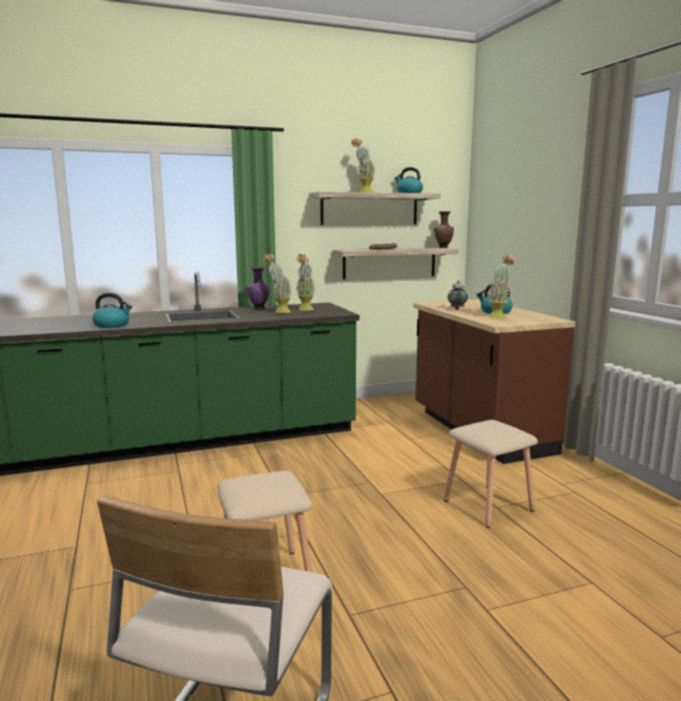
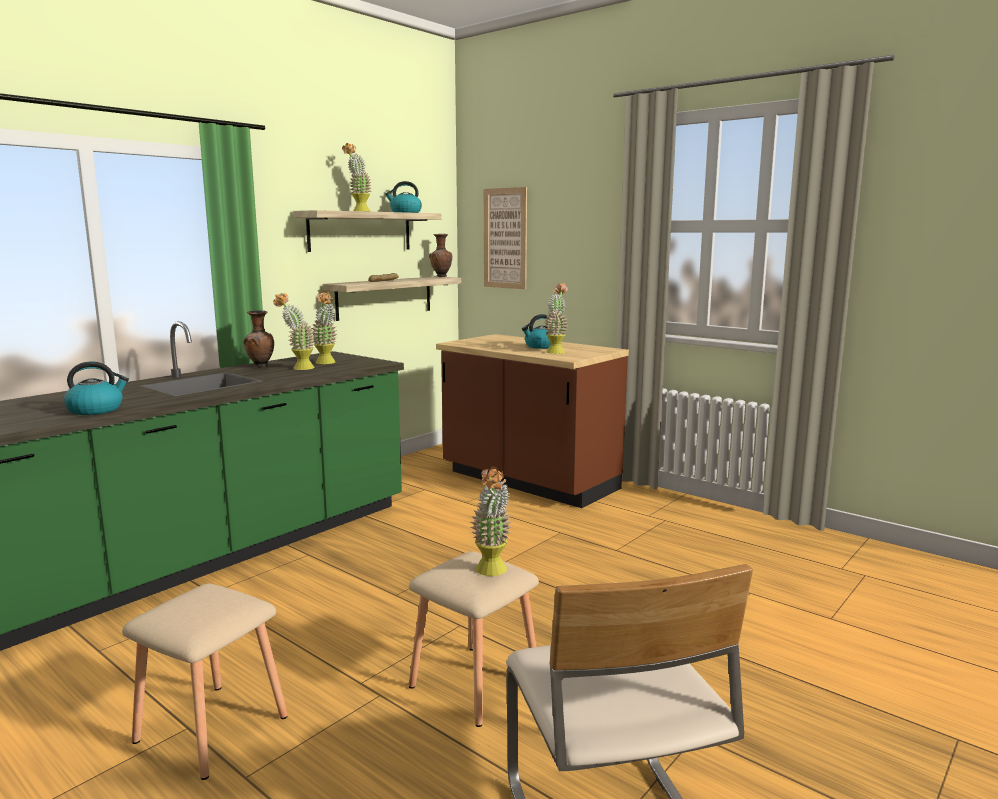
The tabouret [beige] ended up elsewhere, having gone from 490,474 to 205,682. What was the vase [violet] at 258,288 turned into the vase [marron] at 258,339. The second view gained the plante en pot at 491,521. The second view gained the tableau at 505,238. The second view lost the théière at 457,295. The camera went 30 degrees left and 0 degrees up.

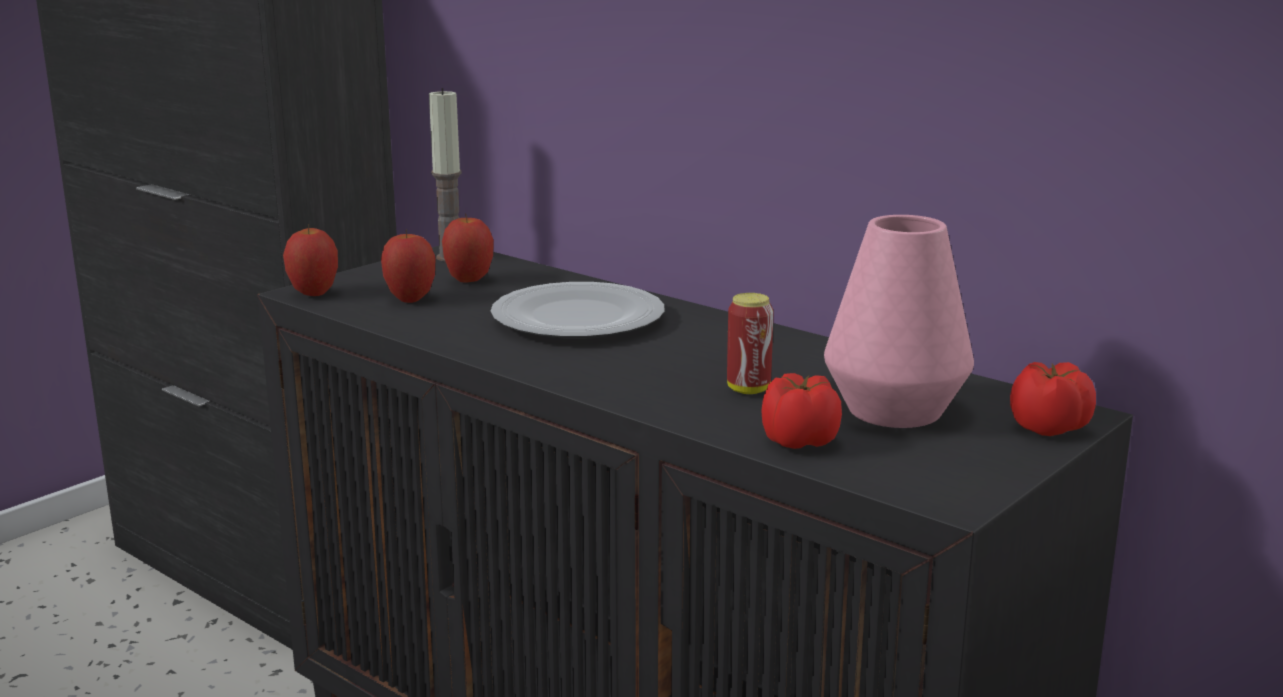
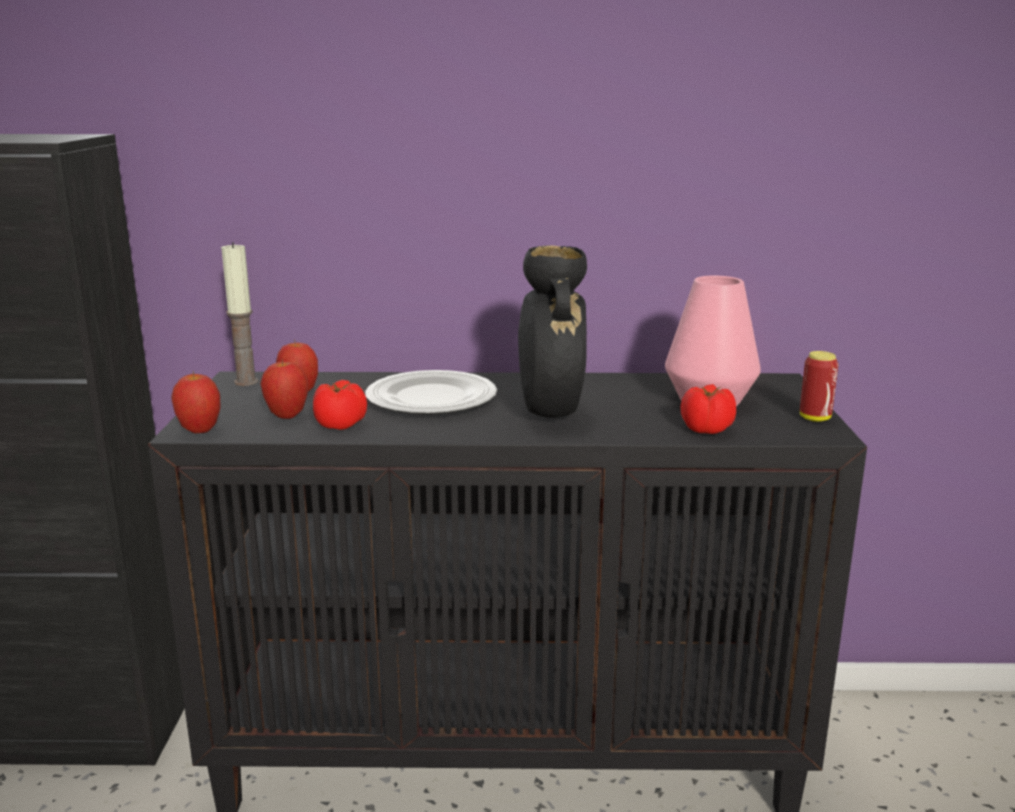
The tomate ended up elsewhere, having gone from 1053,399 to 340,405. The second view gained the vase [noir] at 552,331. The boîte métallique ended up elsewhere, having gone from 750,343 to 819,386. The camera went 40 degrees left and 0 degrees up.

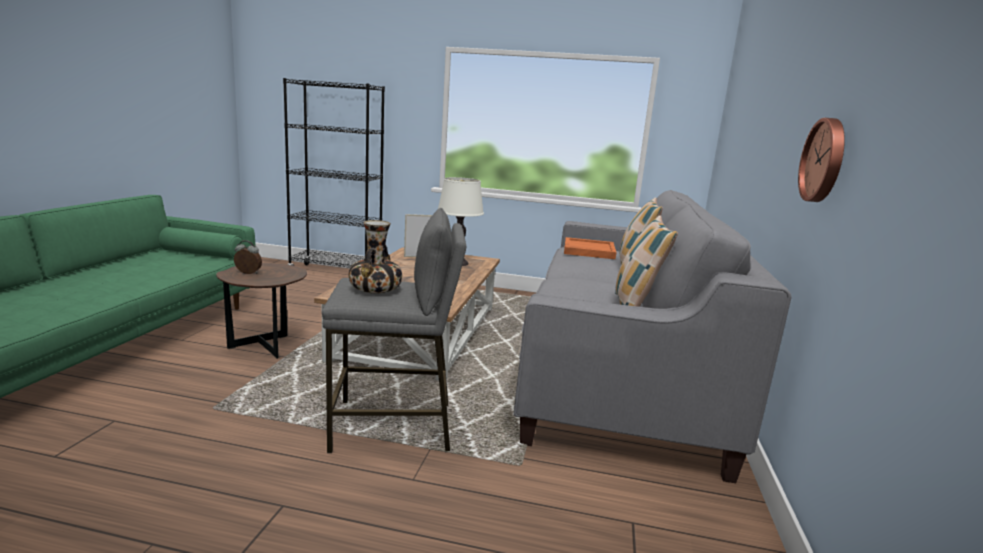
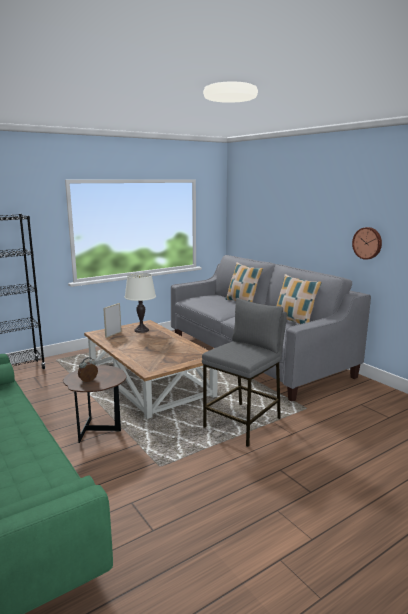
The second view lost the vase at 375,257. The second view lost the plateau [orange] at 590,248. The camera went 45 degrees left and 0 degrees up.

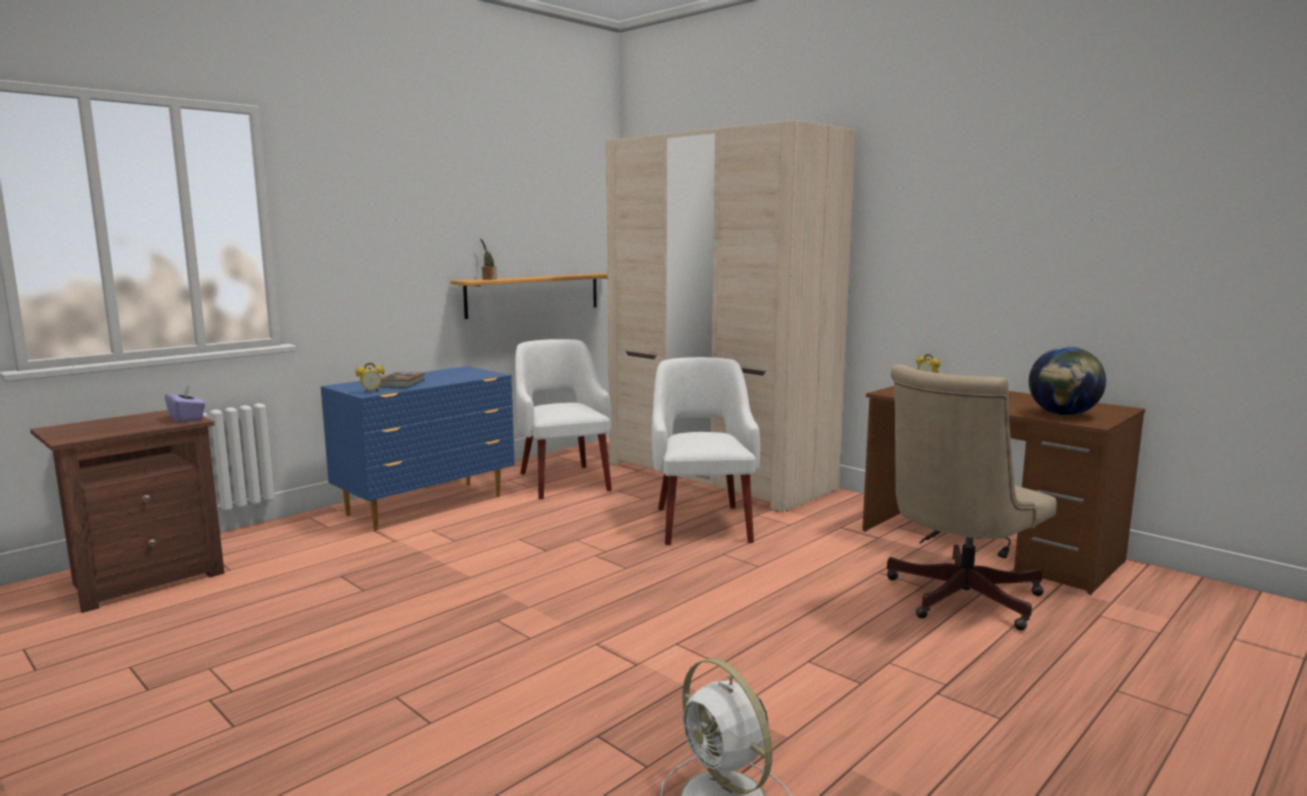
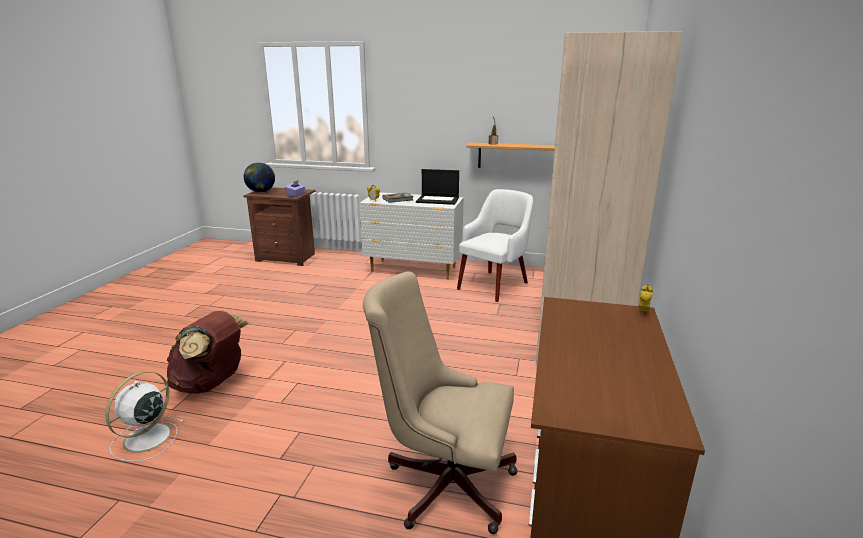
The second view gained the sac à dos [marron] at 208,352. The globe ended up elsewhere, having gone from 1067,381 to 259,177. What was the commode [bleu] at 418,448 turned into the commode [blanc] at 412,235. The second view gained the ordinateur portable at 437,187. The second view lost the fauteuil [blanc] at 705,451. The camera went 60 degrees right and 10 degrees up.

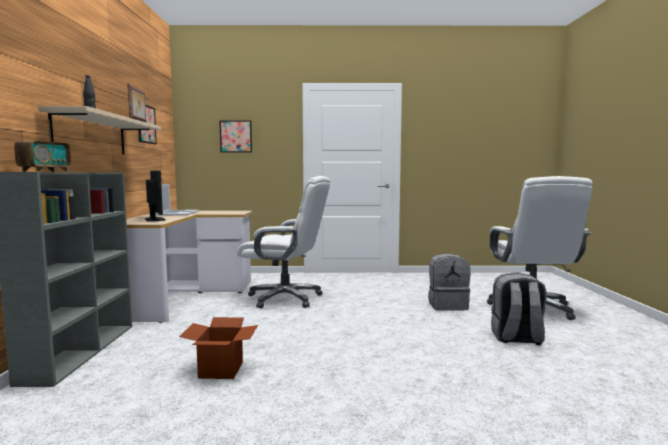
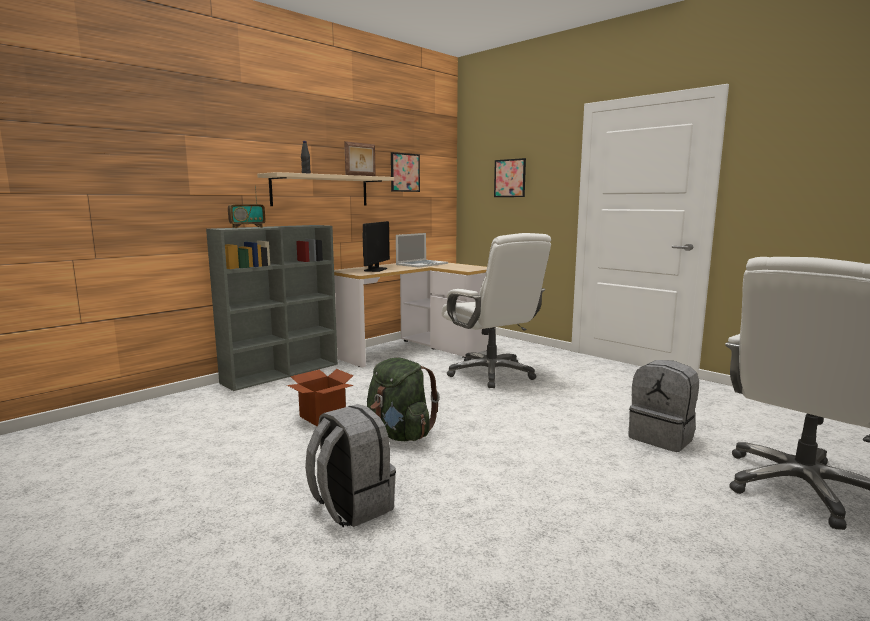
The sac à dos [gris] ended up elsewhere, having gone from 519,308 to 350,465. The second view gained the sac à dos [vert] at 403,399. The camera went 45 degrees right and 5 degrees up.

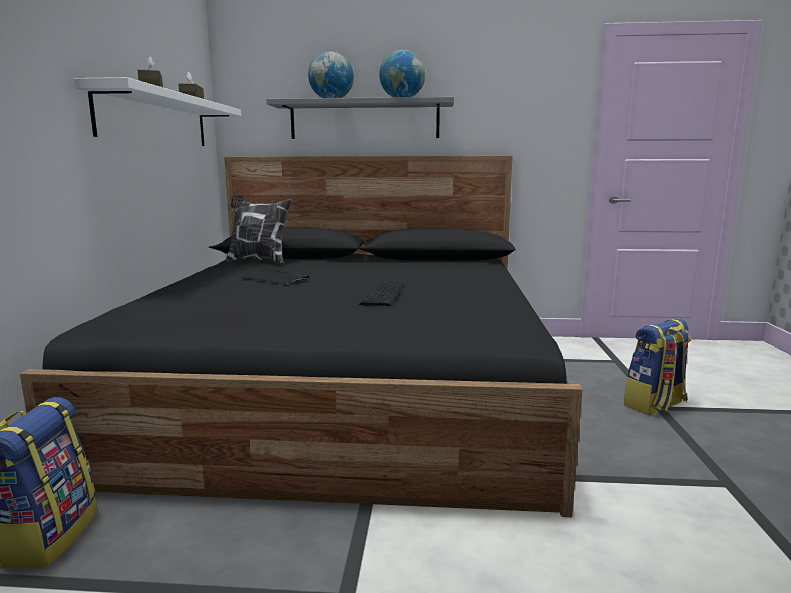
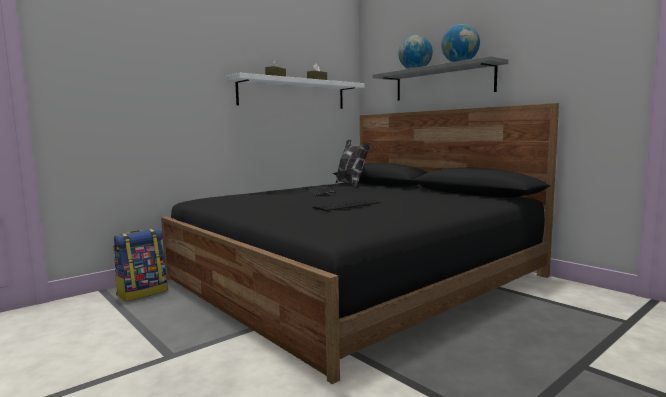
The second view lost the sac à dos at 657,367. The camera went 45 degrees right and 5 degrees down.

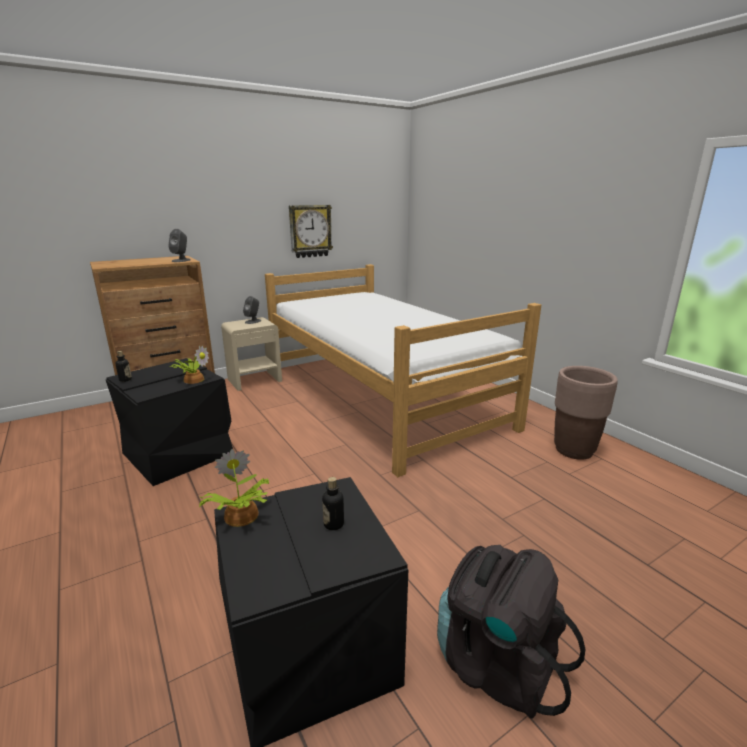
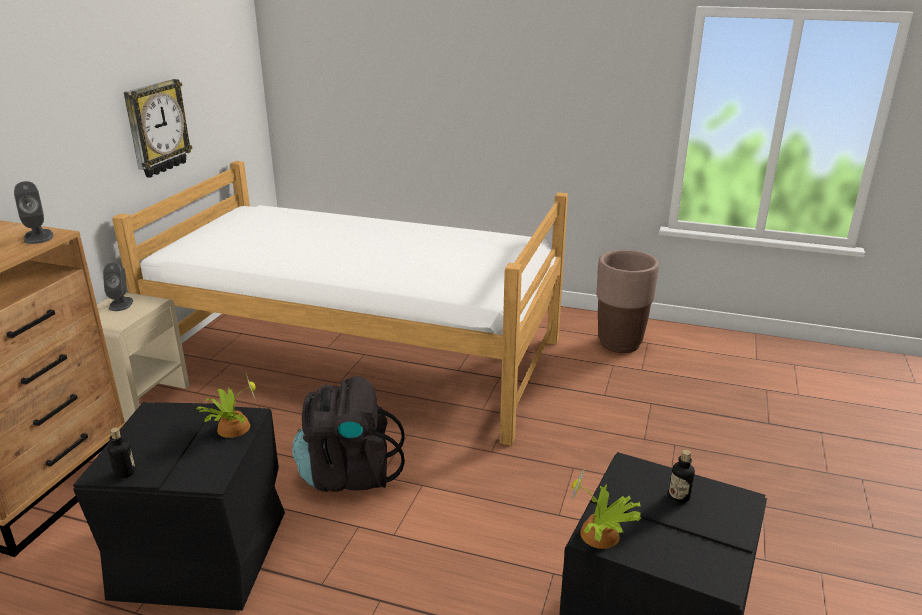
The sac à dos [noir] ended up elsewhere, having gone from 511,632 to 348,434. The camera went 40 degrees left and 5 degrees up.

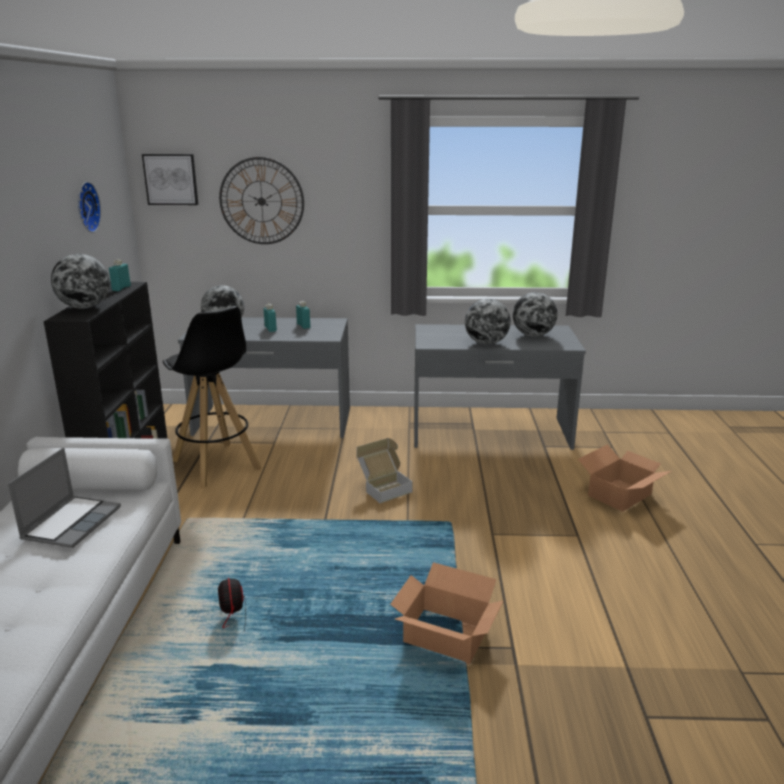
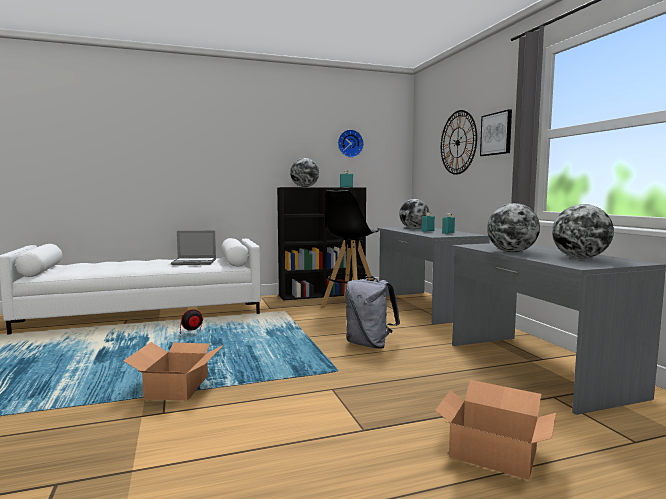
Where the carton stood at 384,470, the sac à dos [gris] came to stand at 372,312. The tableau ended up elsewhere, having gone from 170,179 to 496,132. The camera went 70 degrees right and 15 degrees down.

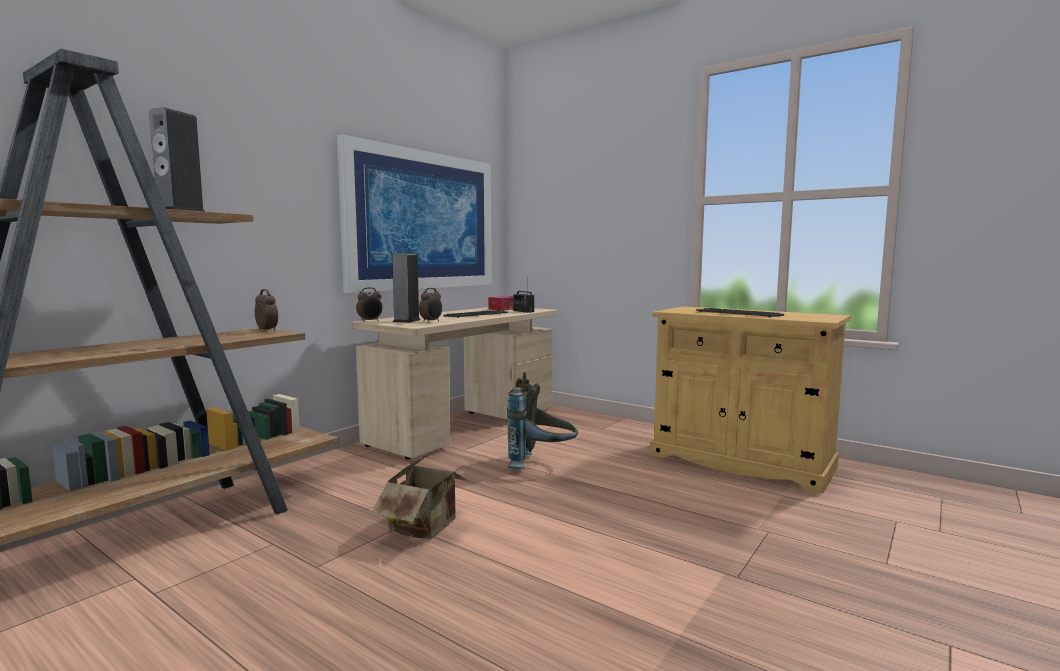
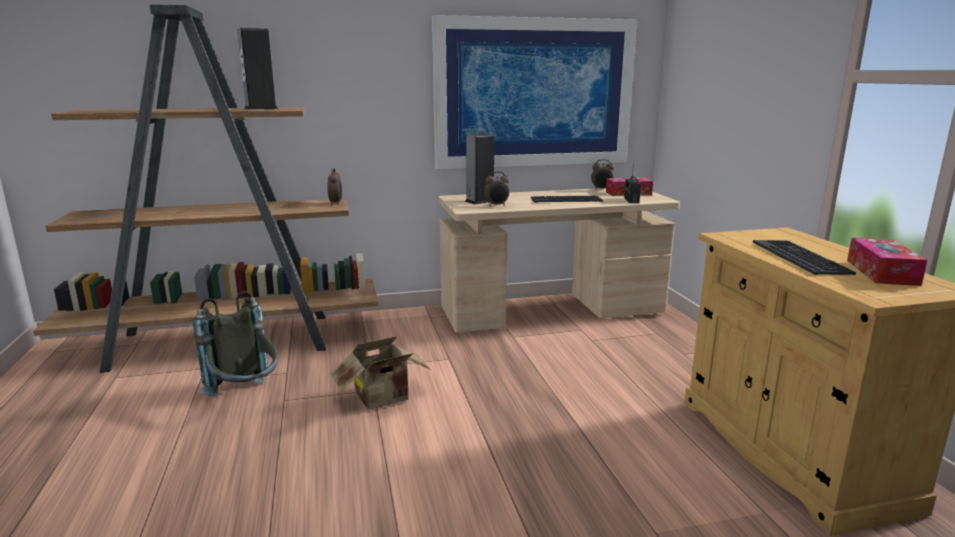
The sac à dos [gris] ended up elsewhere, having gone from 542,420 to 235,344. The réveil ended up elsewhere, having gone from 369,304 to 602,174. The second view gained the boîte à mouchoirs at 887,262. The camera went 40 degrees right and 10 degrees up.

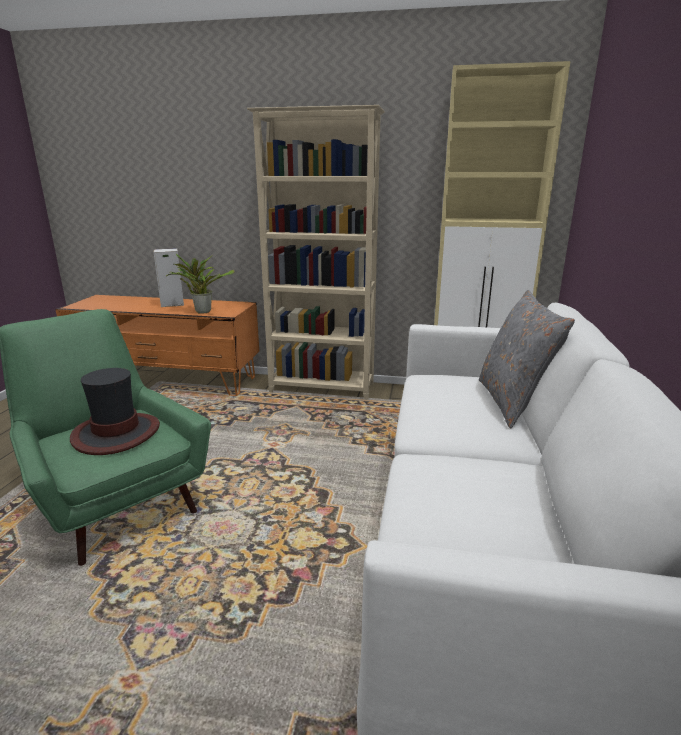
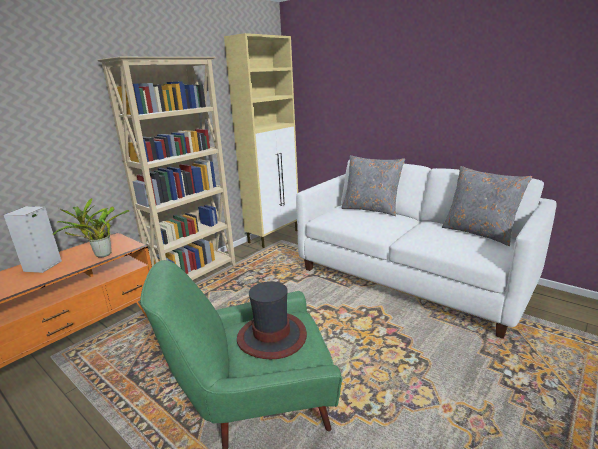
The second view gained the coussin [gris] at 487,206. The camera went 60 degrees left and 0 degrees up.

